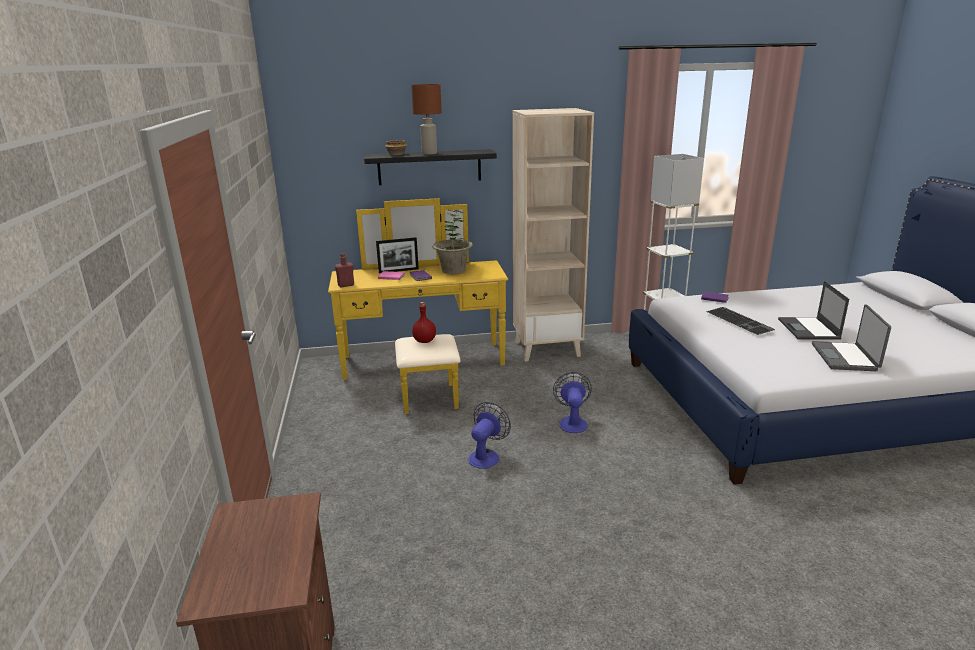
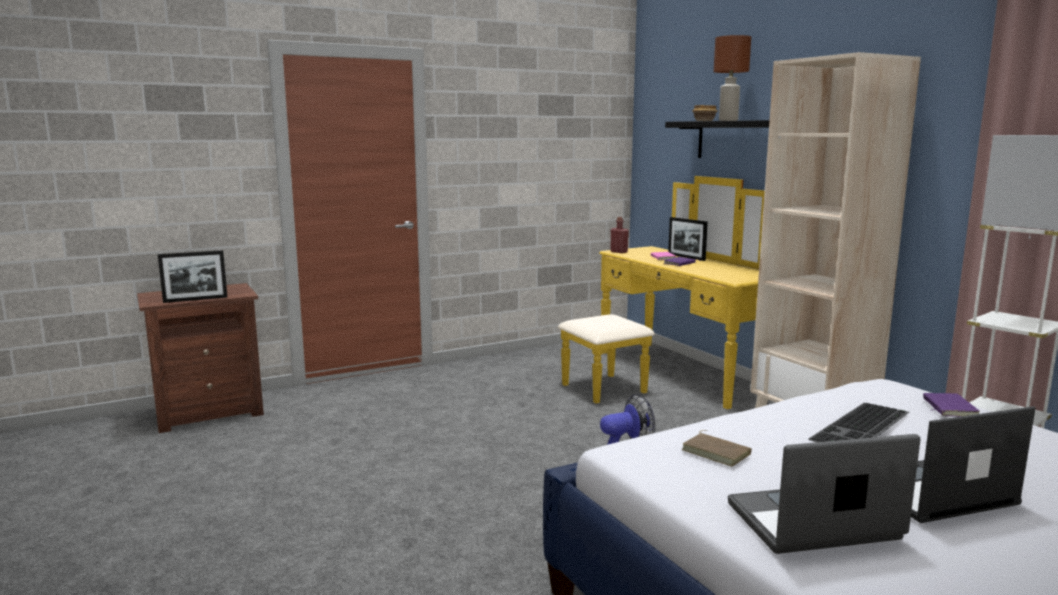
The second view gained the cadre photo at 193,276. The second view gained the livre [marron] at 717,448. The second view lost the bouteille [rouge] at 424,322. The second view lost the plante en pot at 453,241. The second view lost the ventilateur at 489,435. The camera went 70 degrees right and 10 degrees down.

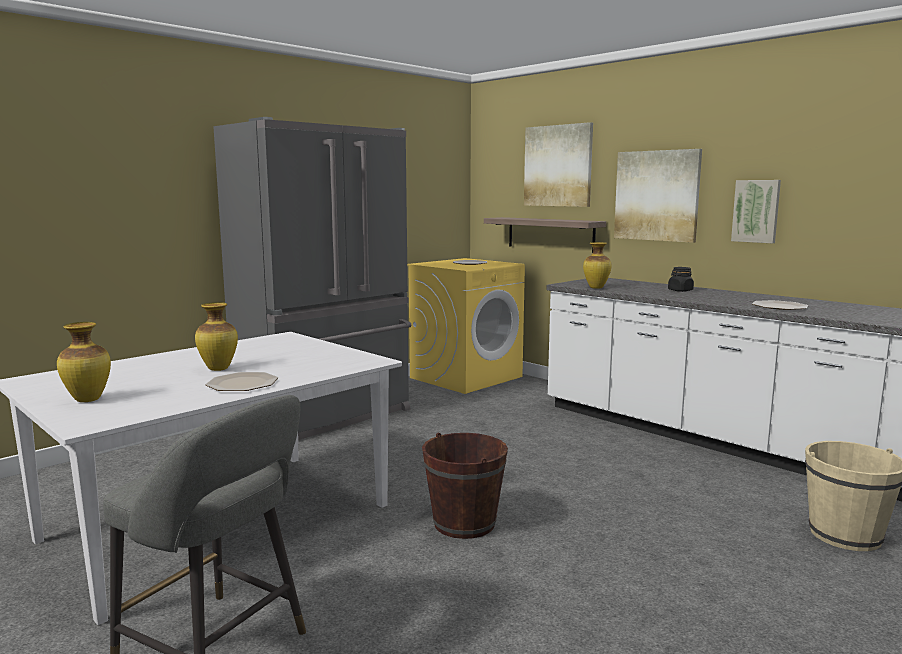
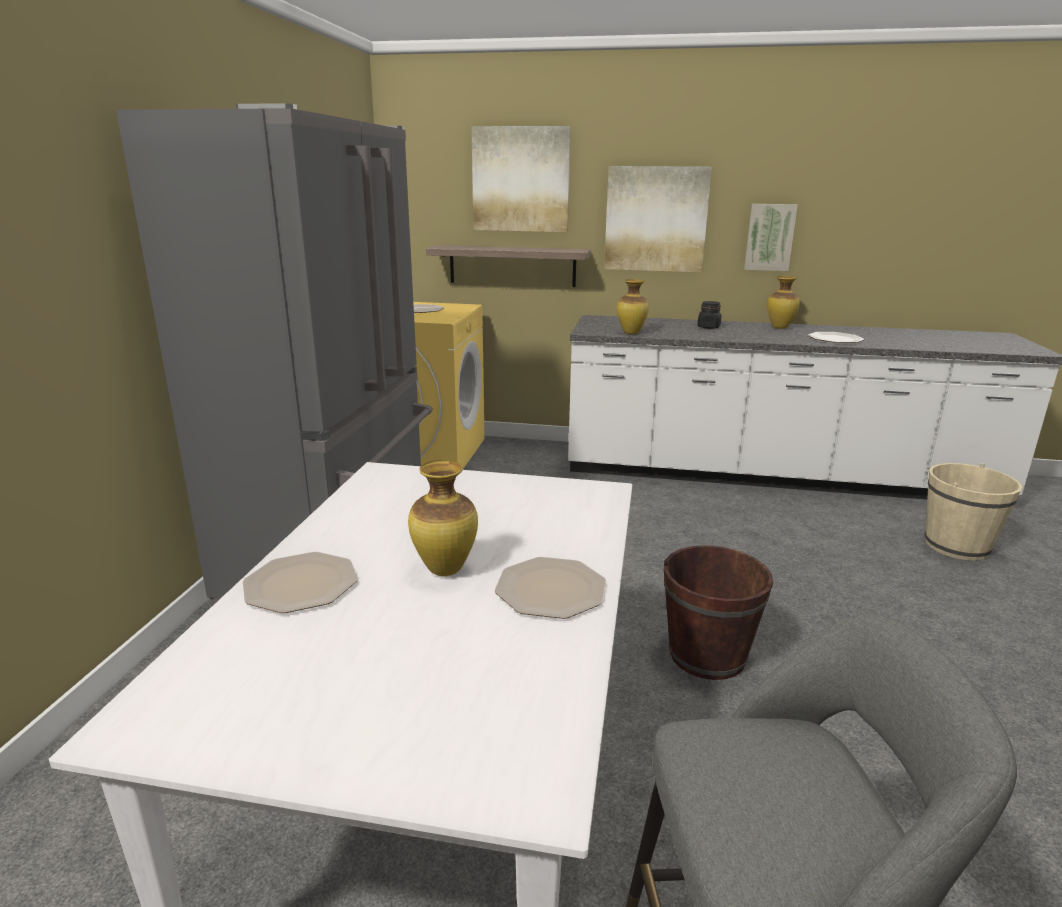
The second view gained the assiette at 300,582. The vase ended up elsewhere, having gone from 84,362 to 783,302. The camera went 35 degrees left and 10 degrees up.

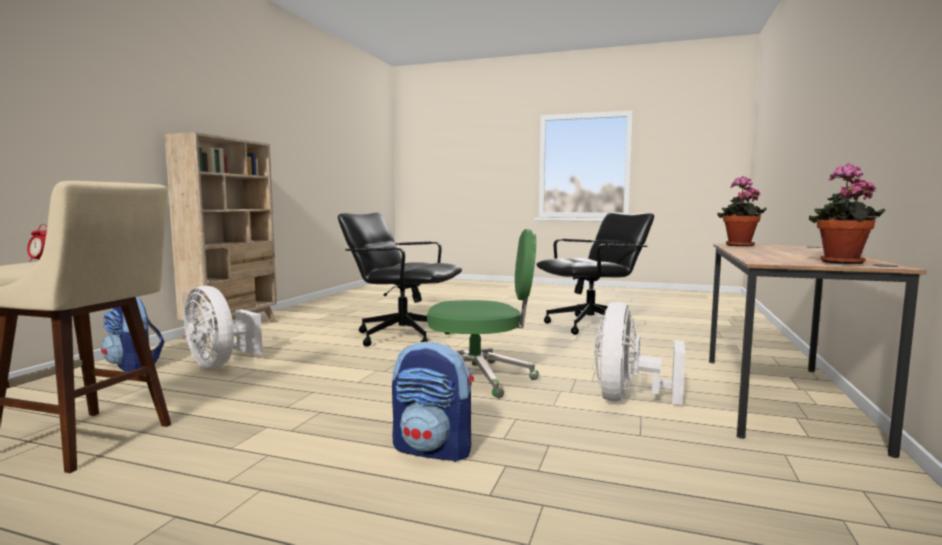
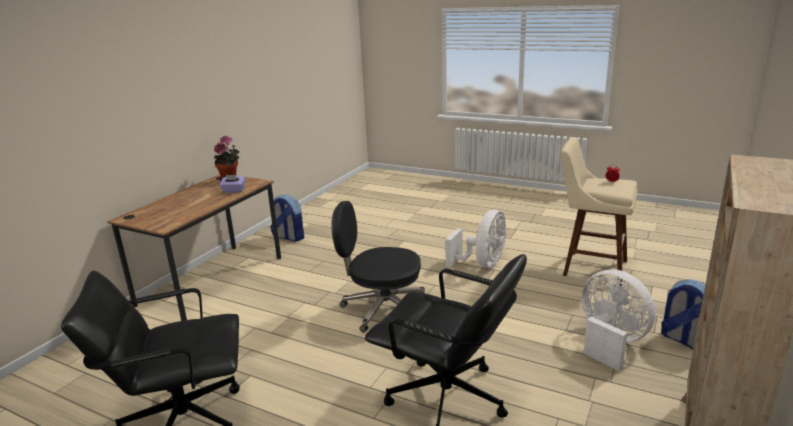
The second view gained the boîte à mouchoirs [violet] at 233,184. The sac à dos ended up elsewhere, having gone from 433,401 to 287,218. What was the chaise de bureau [vert] at 483,314 turned into the chaise de bureau [noir] at 378,267. The ventilateur [blanc] ended up elsewhere, having gone from 639,353 to 475,239. The second view lost the plante en pot at 742,211. The camera went 170 degrees left and 15 degrees up.

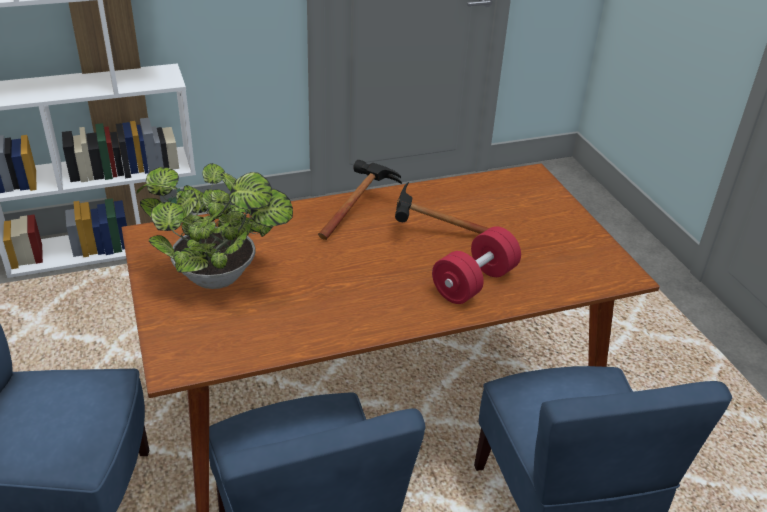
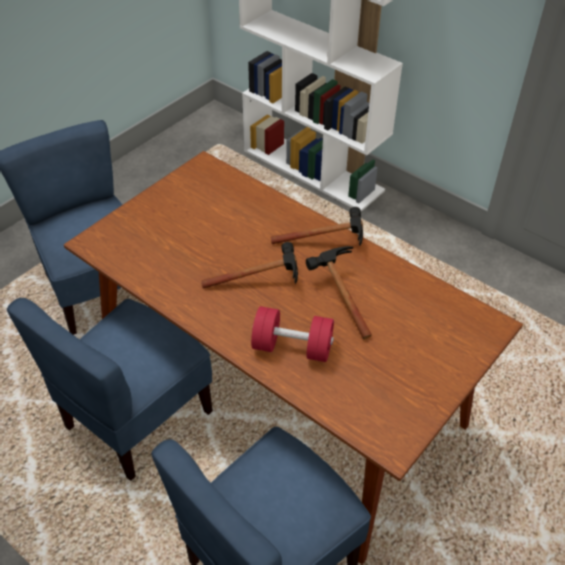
The second view gained the marteau at 249,265. The second view lost the plante en pot at 214,226. The camera went 60 degrees right and 10 degrees up.

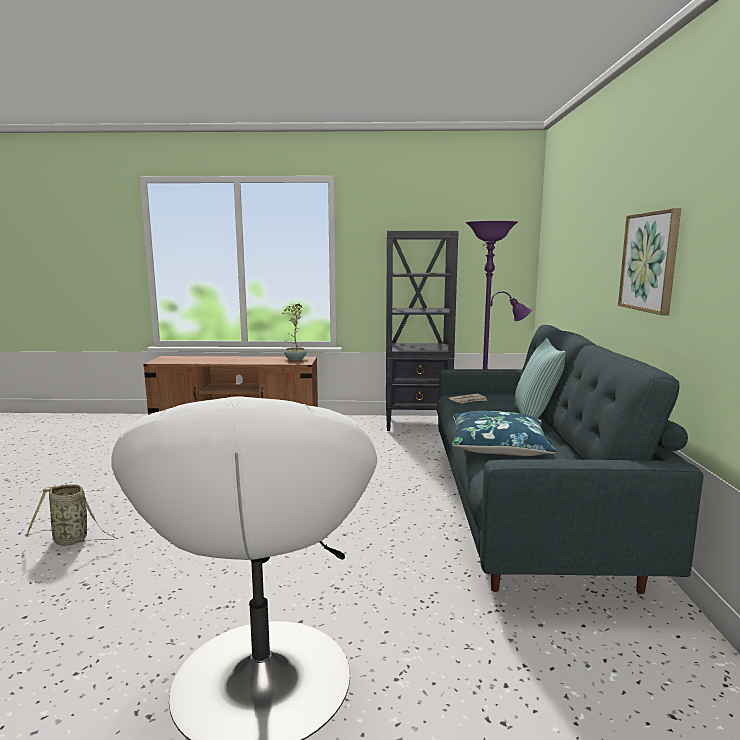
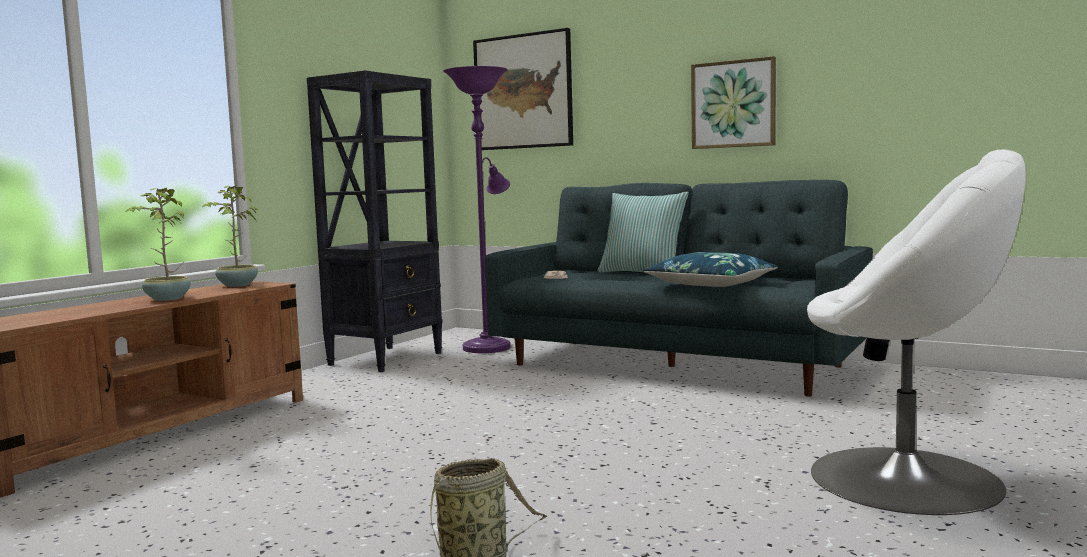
The second view gained the plante en pot at 158,244. The second view gained the tableau at 523,89. The camera went 60 degrees left and 5 degrees down.

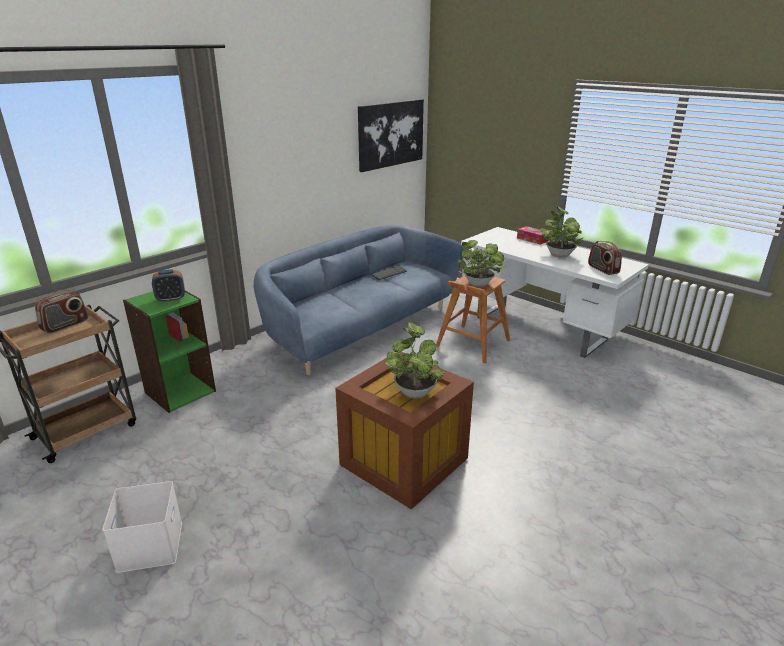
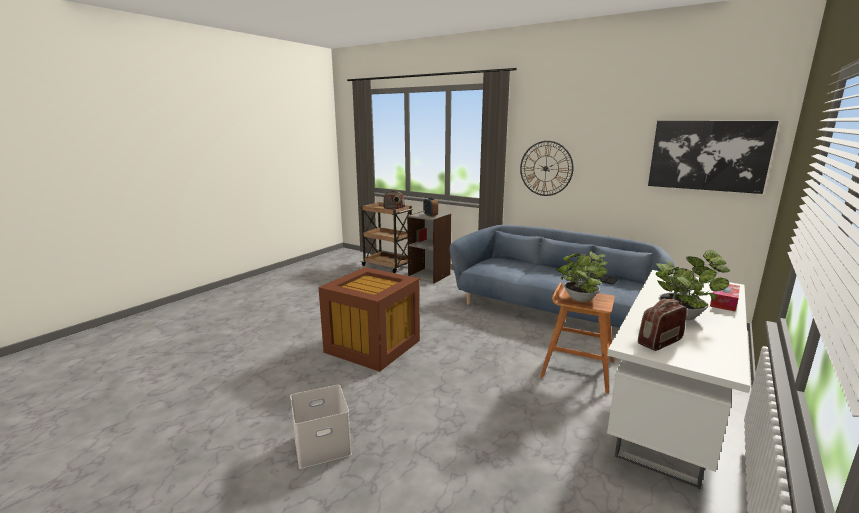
The boîte de rangement [blanc] ended up elsewhere, having gone from 142,527 to 321,427. What was the bibliothèque [vert] at 169,352 turned into the bibliothèque [gris] at 429,247. The second view gained the horloge murale at 546,168. The second view lost the plante en pot at 415,360. The camera went 80 degrees right and 10 degrees down.

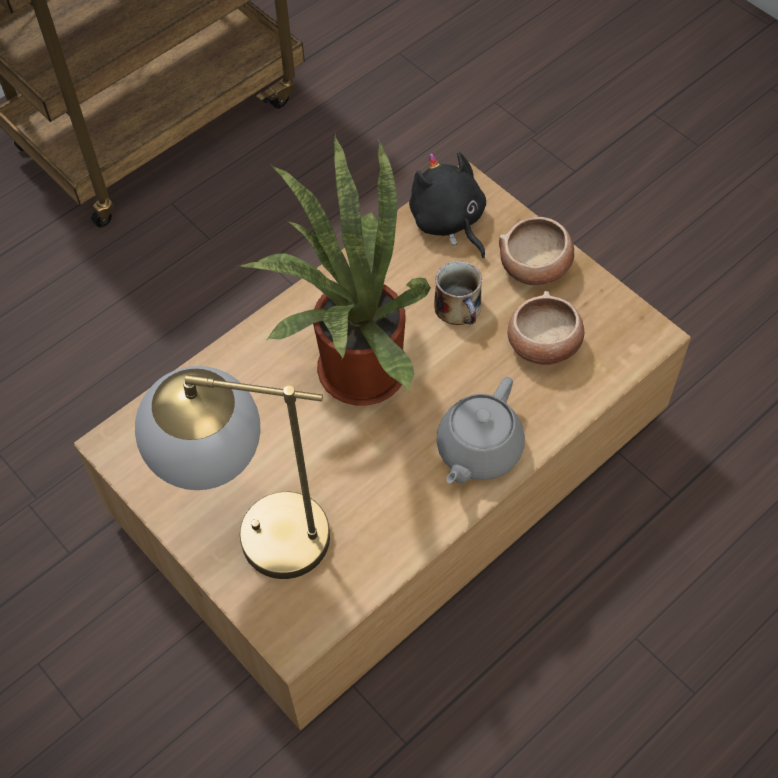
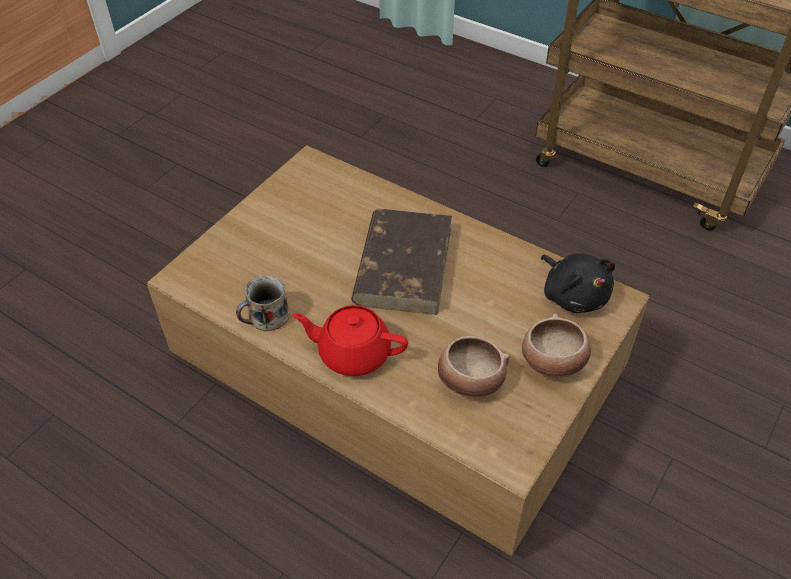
The mug ended up elsewhere, having gone from 458,293 to 263,303. What was the théière [gris] at 480,430 turned into the théière [rouge] at 350,340. Where the plante en pot stood at 333,269, the livre [marron] came to stand at 401,262. The peluche [noir] at 447,205 ended up facing another way, 105 degrees clockwise from before. The second view lost the lampe de table at 232,472. The camera went 75 degrees right and 10 degrees down.

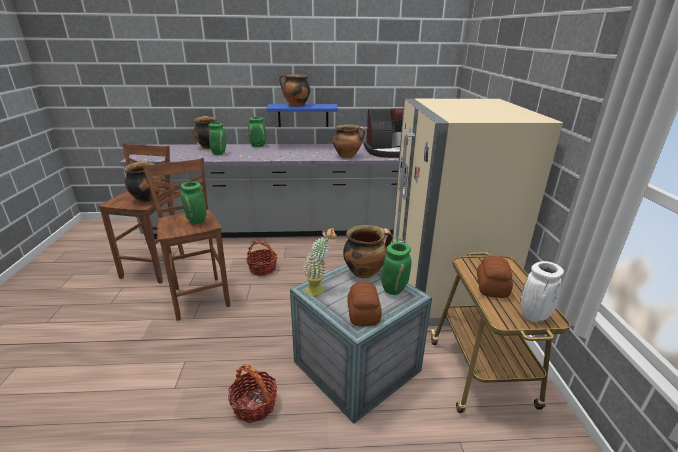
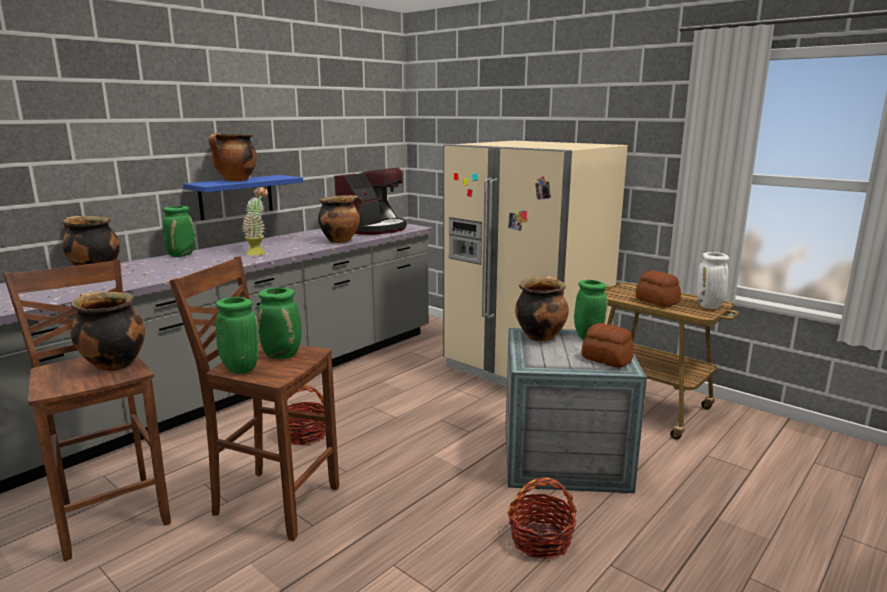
The vase [vert] ended up elsewhere, having gone from 217,138 to 237,335. The plante en pot ended up elsewhere, having gone from 320,261 to 255,221. The camera went 45 degrees left and 10 degrees down.

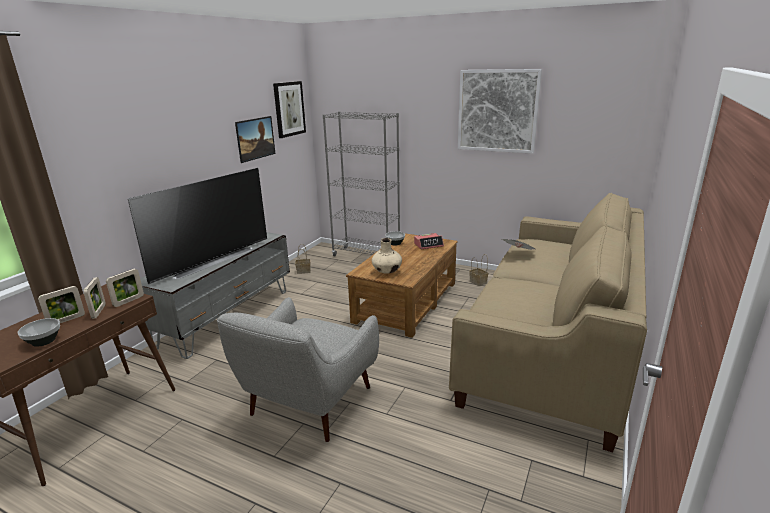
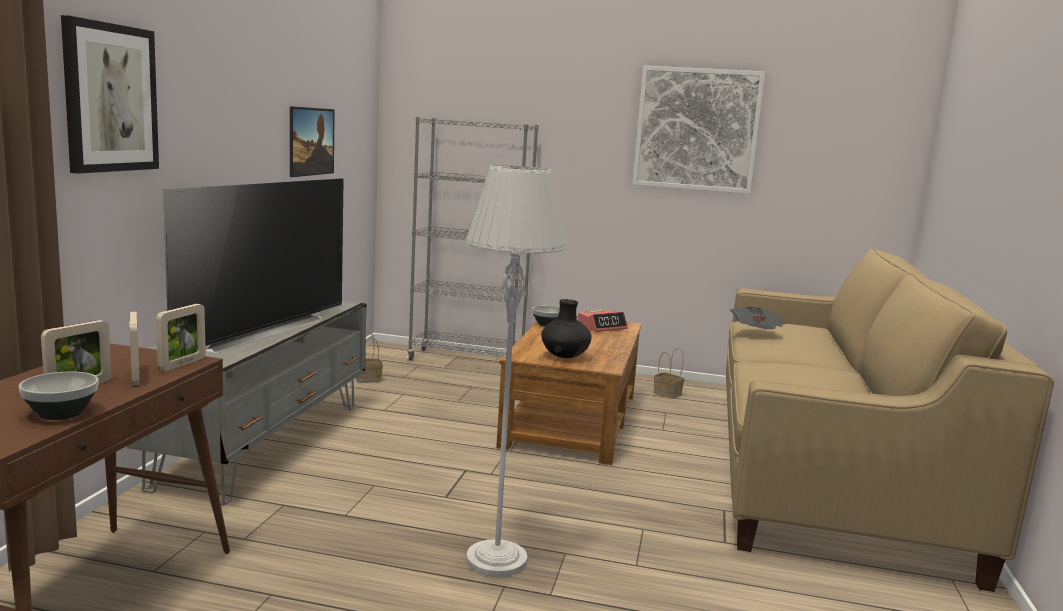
The tableau ended up elsewhere, having gone from 289,109 to 110,94. Where the fauteuil [gris] stood at 298,369, the lampadaire [gris] came to stand at 515,371. What was the vase [beige] at 387,256 turned into the vase [noir] at 566,328. The camera went 15 degrees left and 10 degrees down.

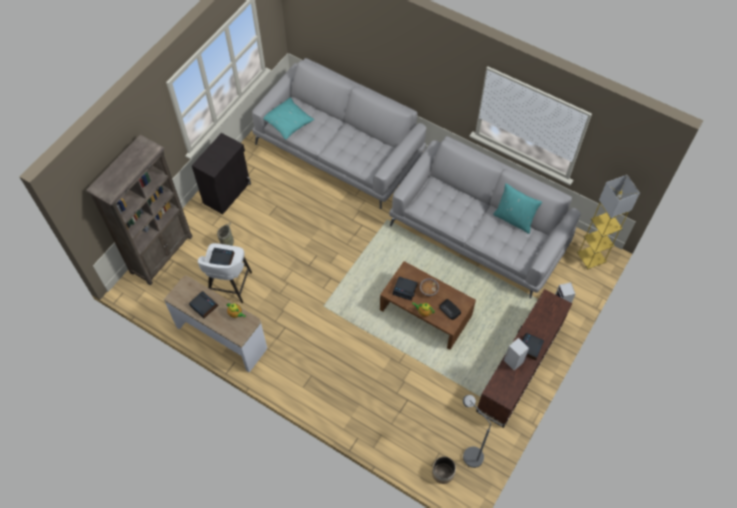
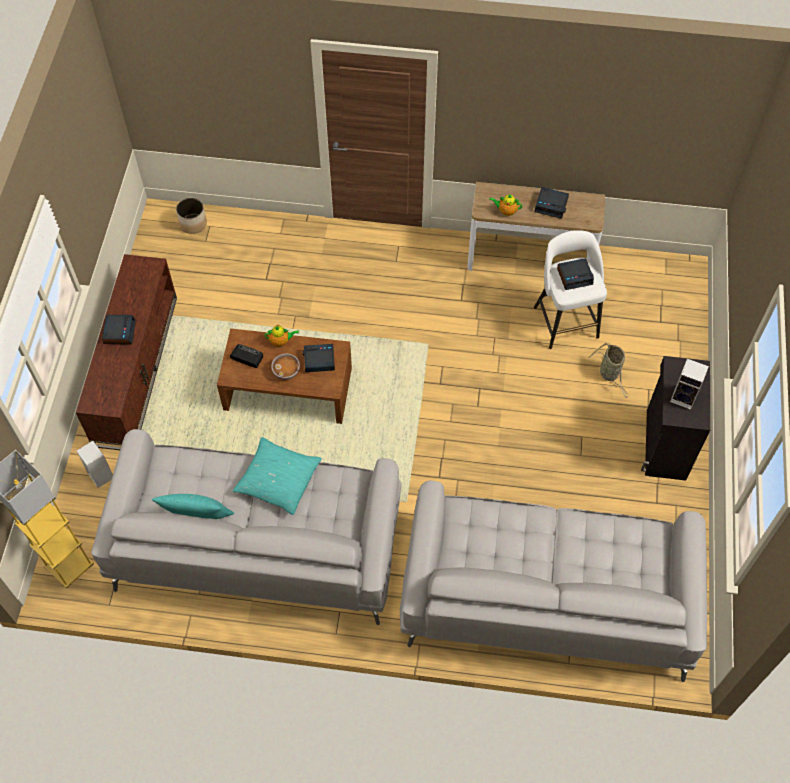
The coussin [turquoise] ended up elsewhere, having gone from 288,119 to 277,476. The enceinte ended up elsewhere, having gone from 516,354 to 689,384. The second view lost the bibliothèque [marron] at 139,209. The second view lost the lampadaire [gris] at 477,431. The camera went 155 degrees right and 0 degrees up.

